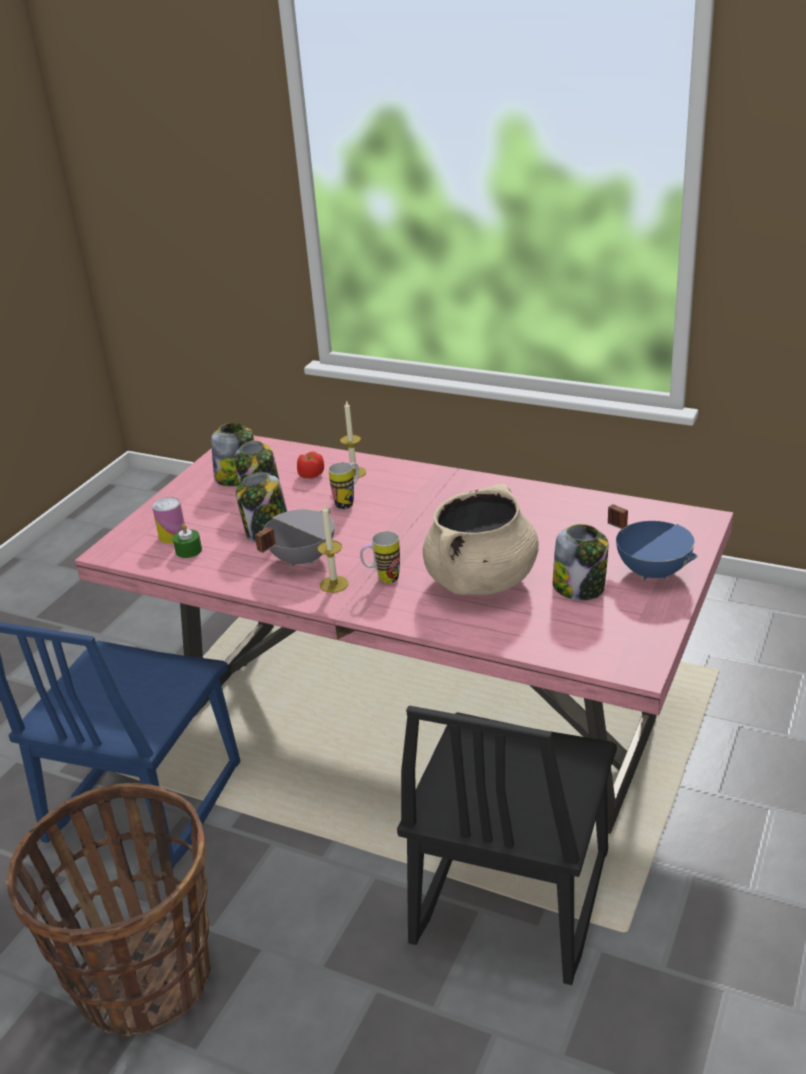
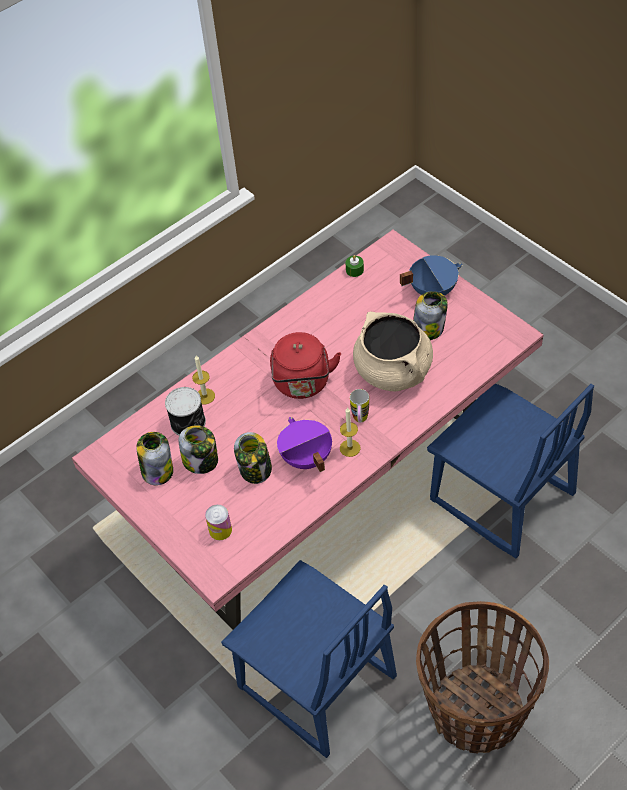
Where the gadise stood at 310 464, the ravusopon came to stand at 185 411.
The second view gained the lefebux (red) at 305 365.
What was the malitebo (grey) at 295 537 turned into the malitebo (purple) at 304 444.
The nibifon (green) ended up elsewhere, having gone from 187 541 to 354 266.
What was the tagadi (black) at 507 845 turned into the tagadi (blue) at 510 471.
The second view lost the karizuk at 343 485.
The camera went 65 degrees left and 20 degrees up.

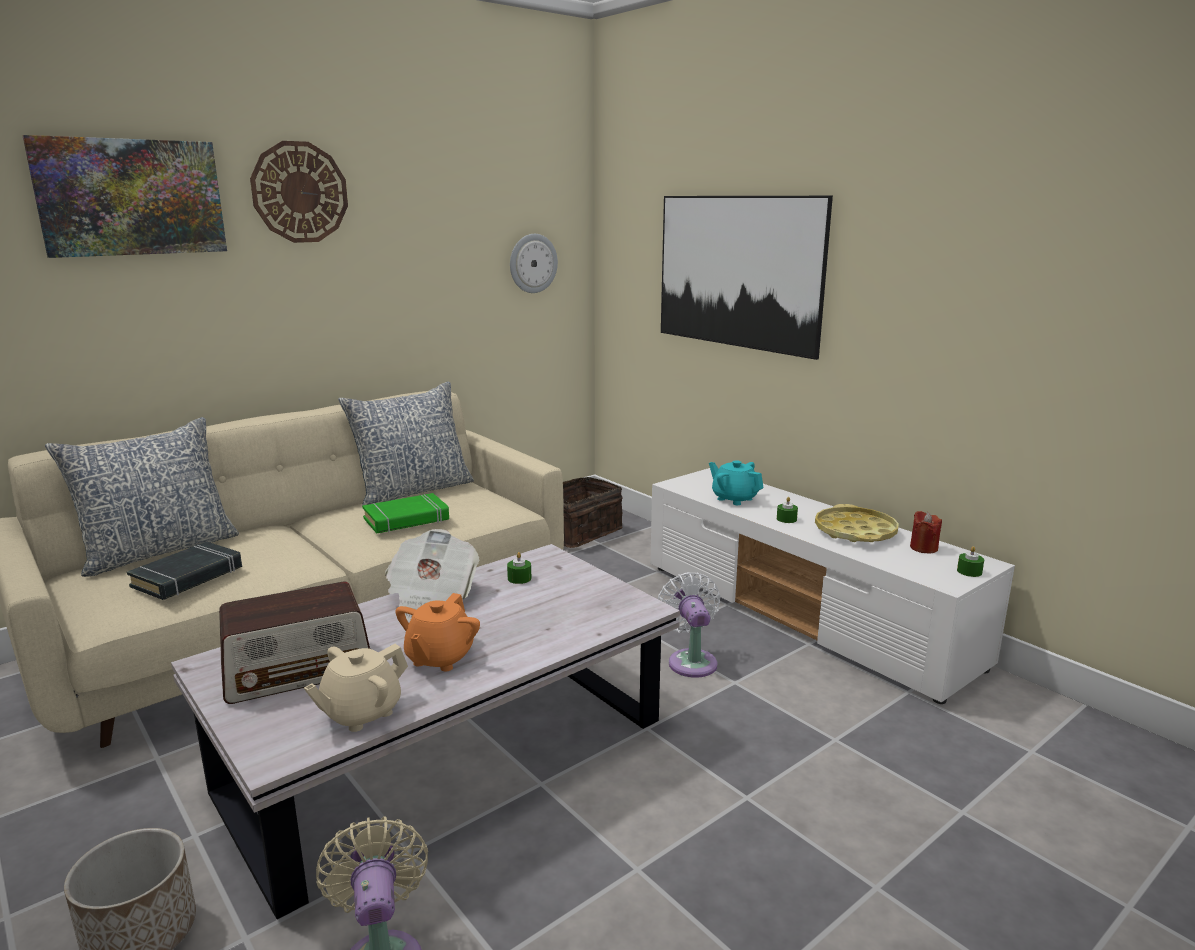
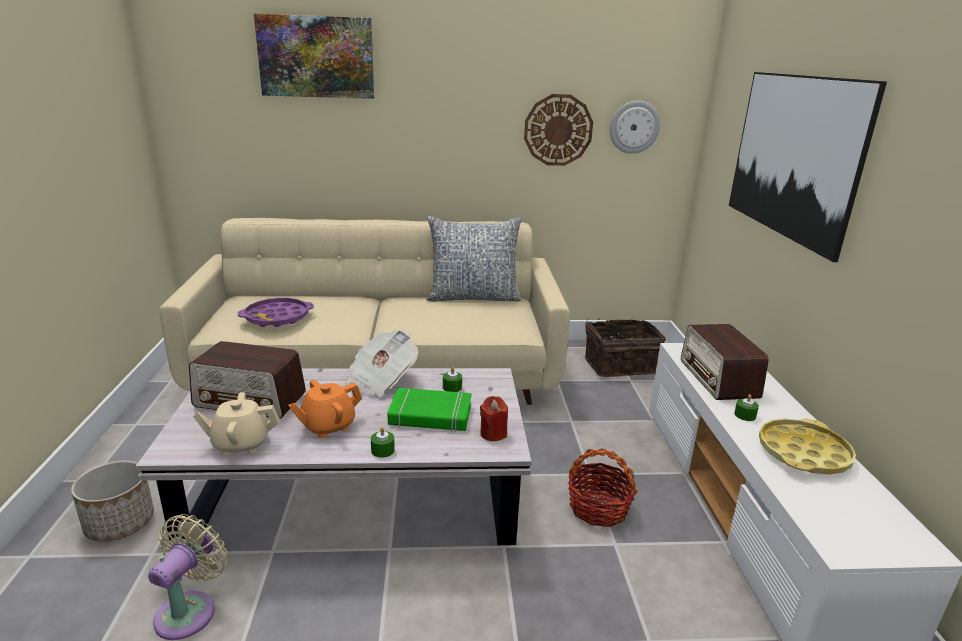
Where the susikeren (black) stood at 184 571, the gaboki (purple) came to stand at 275 312.
The nibifon (green) ended up elsewhere, having gone from 970 561 to 383 442.
The susikeren (green) ended up elsewhere, having gone from 405 513 to 429 410.
The nibifon (red) ended up elsewhere, having gone from 926 532 to 494 418.
The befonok ended up elsewhere, having gone from 299 192 to 558 130.
Where the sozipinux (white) stood at 689 625, the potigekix came to stand at 603 487.
Where the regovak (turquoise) stood at 736 482, the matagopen came to stand at 725 362.
The second view lost the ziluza at 142 497.
The camera went 35 degrees right and 5 degrees up.

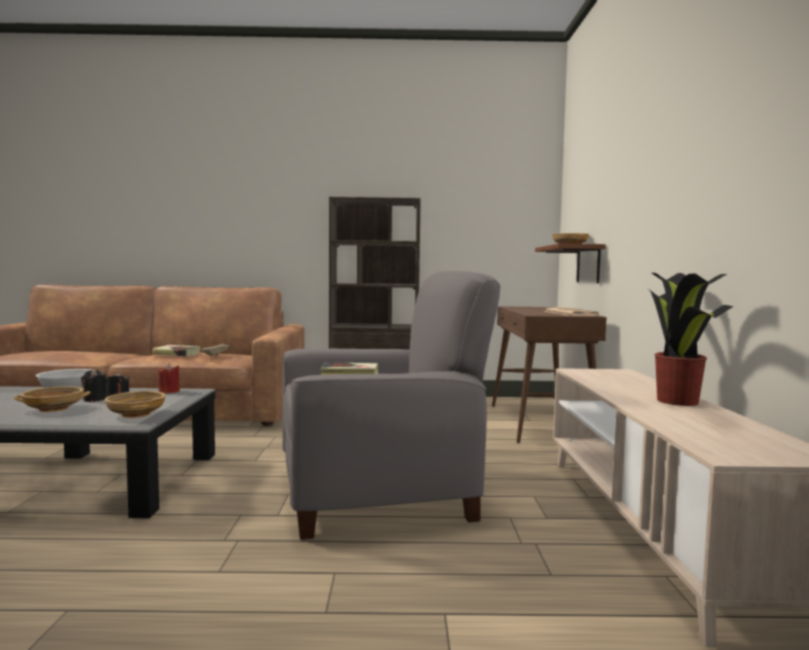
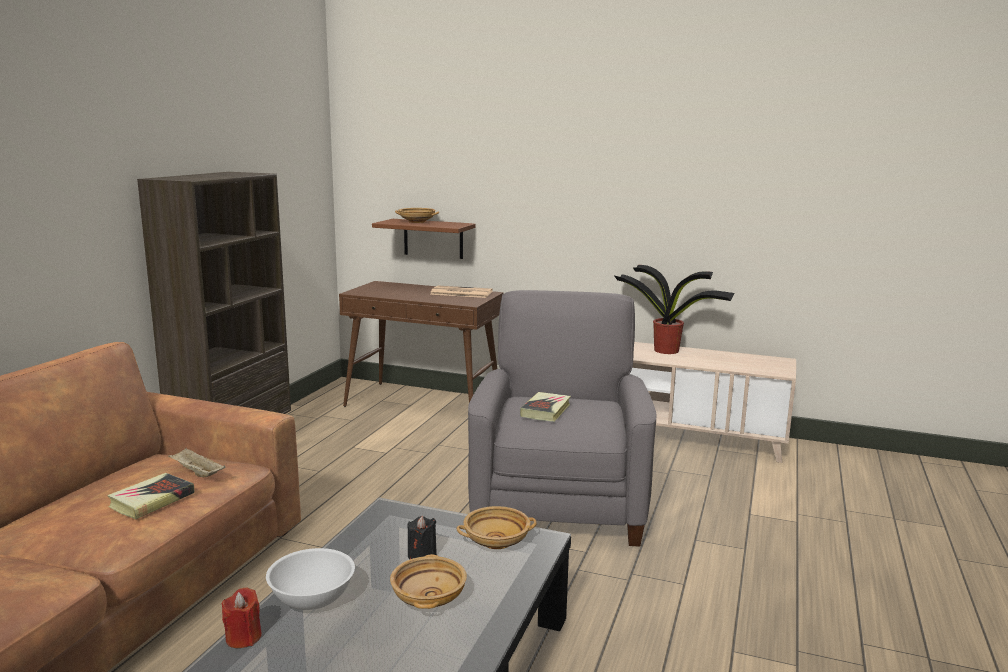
The nibifon (red) ended up elsewhere, having gone from 169 378 to 242 618.
The second view lost the nibifon (black) at 93 385.
The camera went 70 degrees left and 10 degrees up.

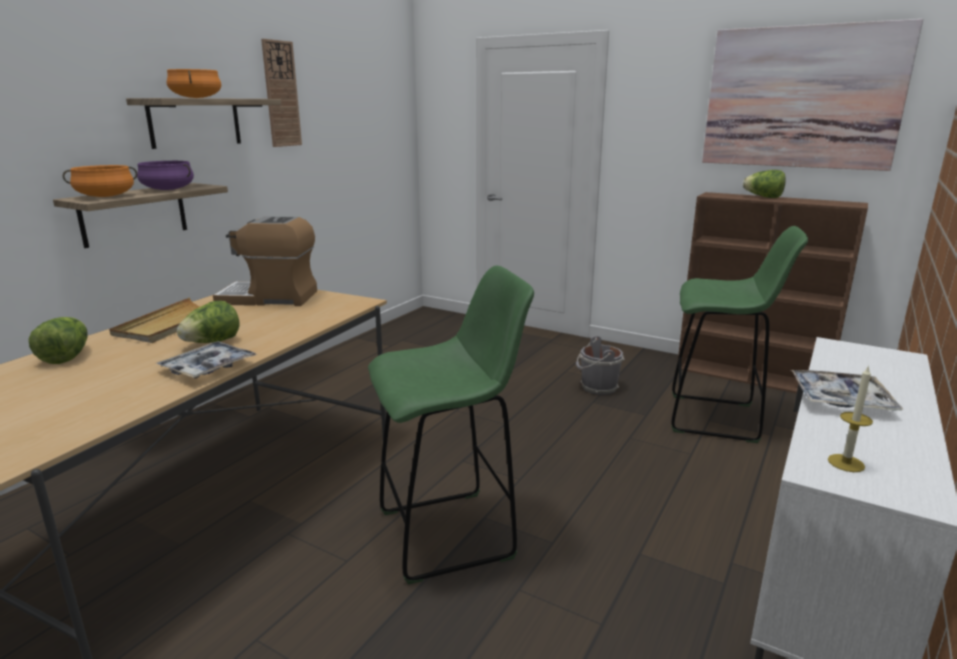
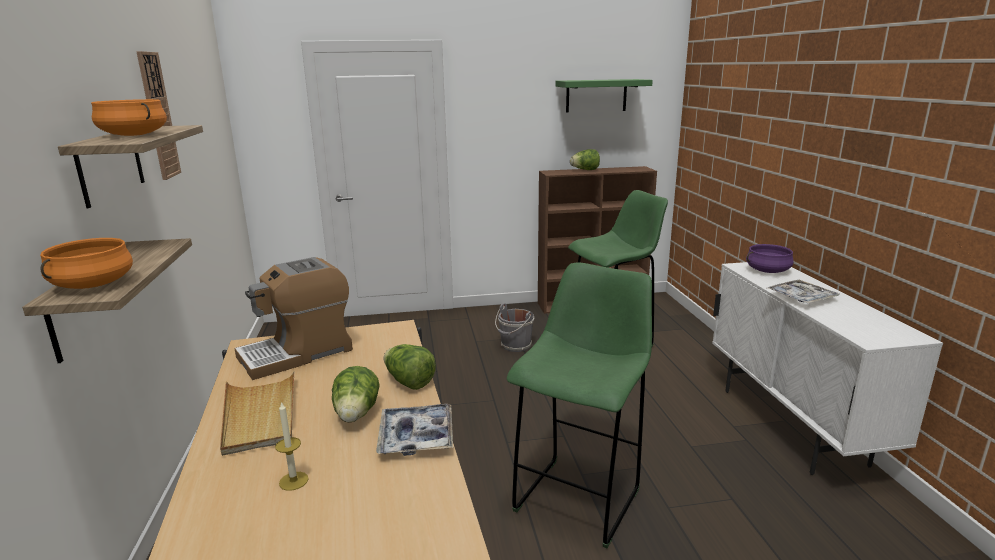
The nibifon ended up elsewhere, having gone from 850 418 to 291 446.
The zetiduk ended up elsewhere, having gone from 58 340 to 410 367.
Where the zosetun hung at 812 95, the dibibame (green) came to hang at 604 96.
The malitebo (purple) ended up elsewhere, having gone from 165 175 to 769 258.
The camera went 40 degrees left and 0 degrees up.

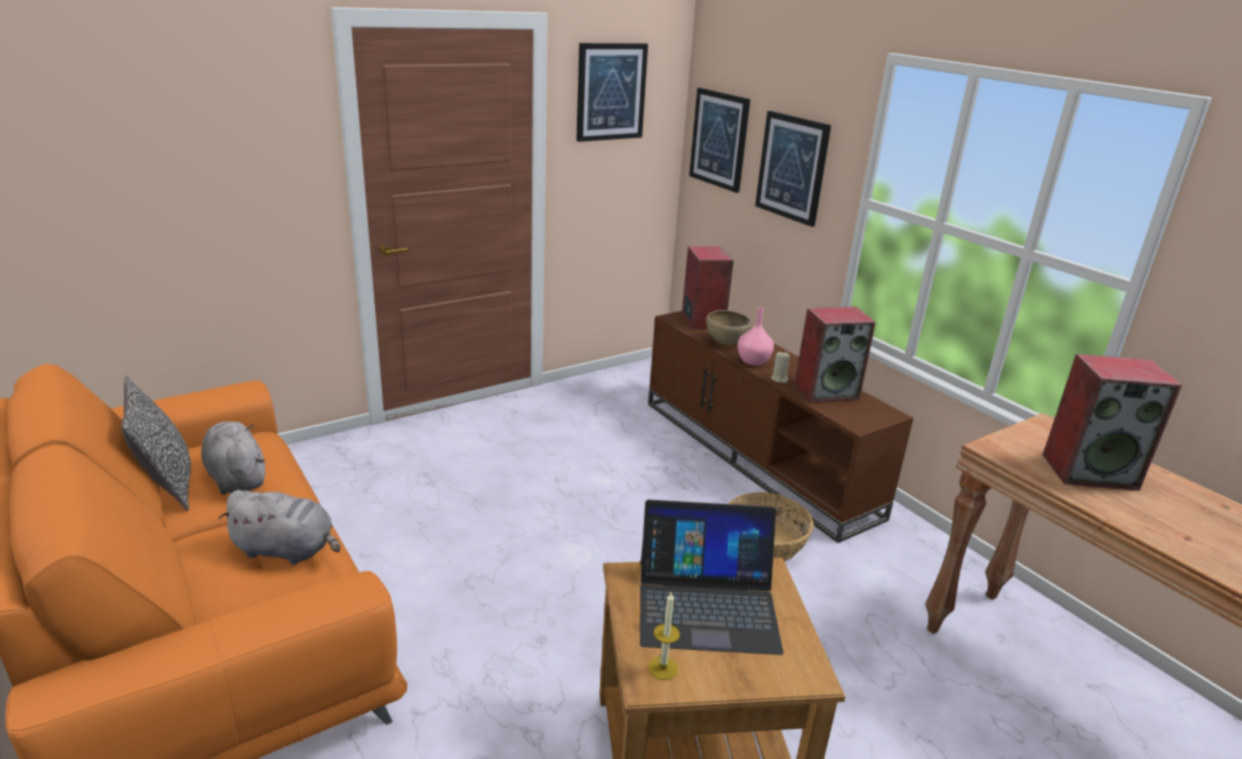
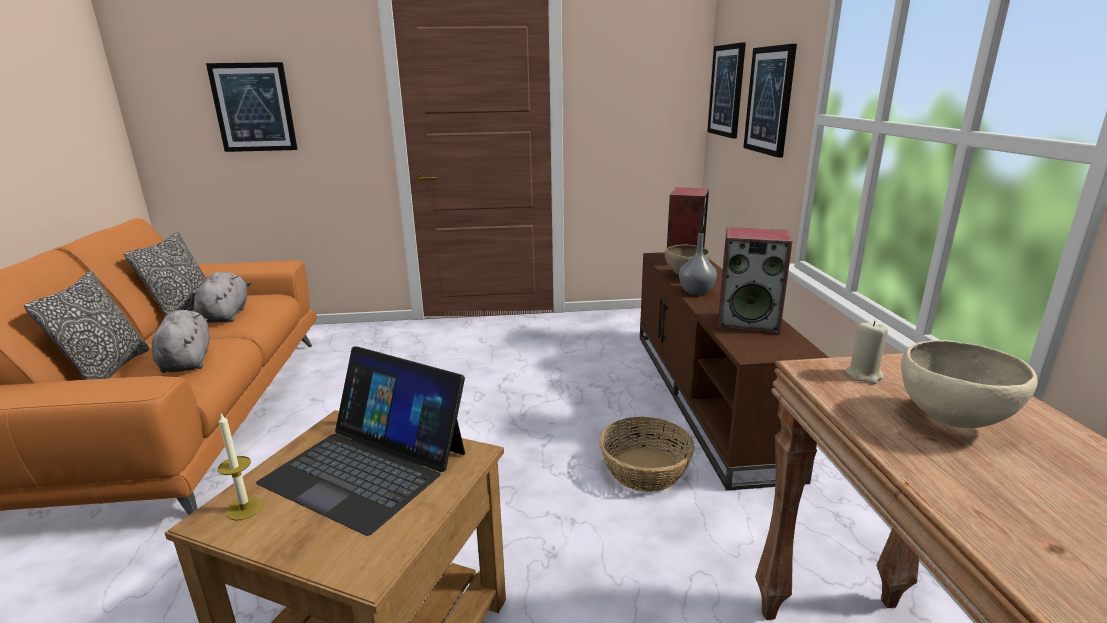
The second view gained the ziluza at 86 325.
The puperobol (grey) at 279 527 ended up facing another way, 150 degrees counterclockwise from before.
The zosetun ended up elsewhere, having gone from 612 92 to 252 107.
What was the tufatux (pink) at 756 336 turned into the tufatux (grey) at 698 264.
The nibifon (beige) ended up elsewhere, having gone from 780 367 to 867 352.
Where the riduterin stood at 1112 422, the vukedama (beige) came to stand at 969 384.
The camera went 30 degrees right and 5 degrees down.

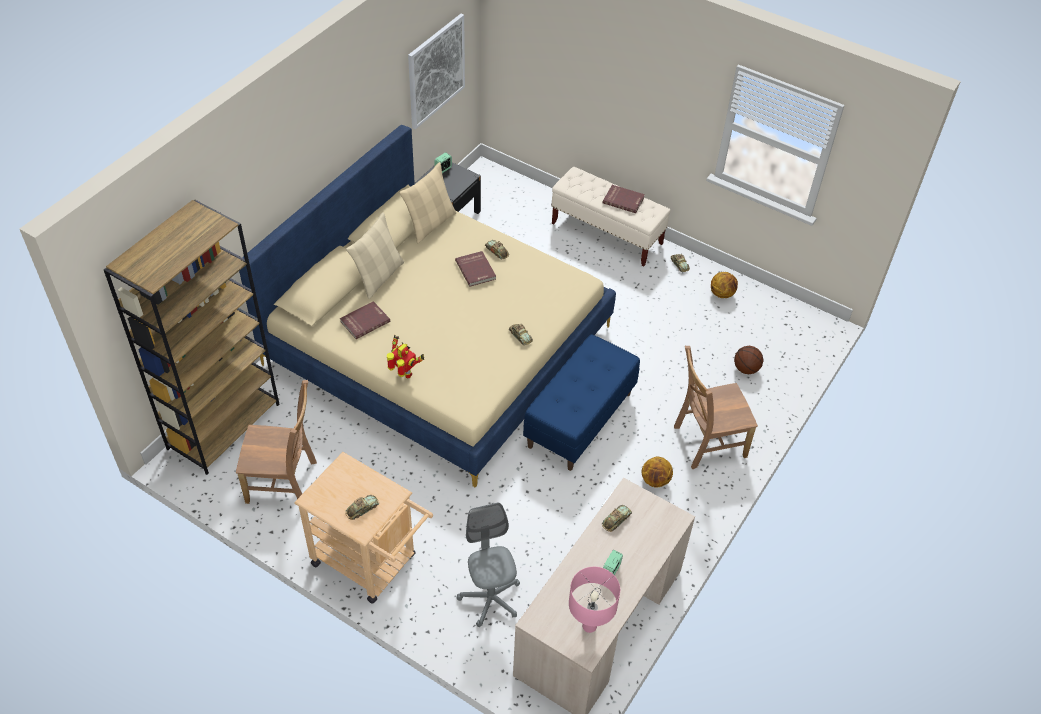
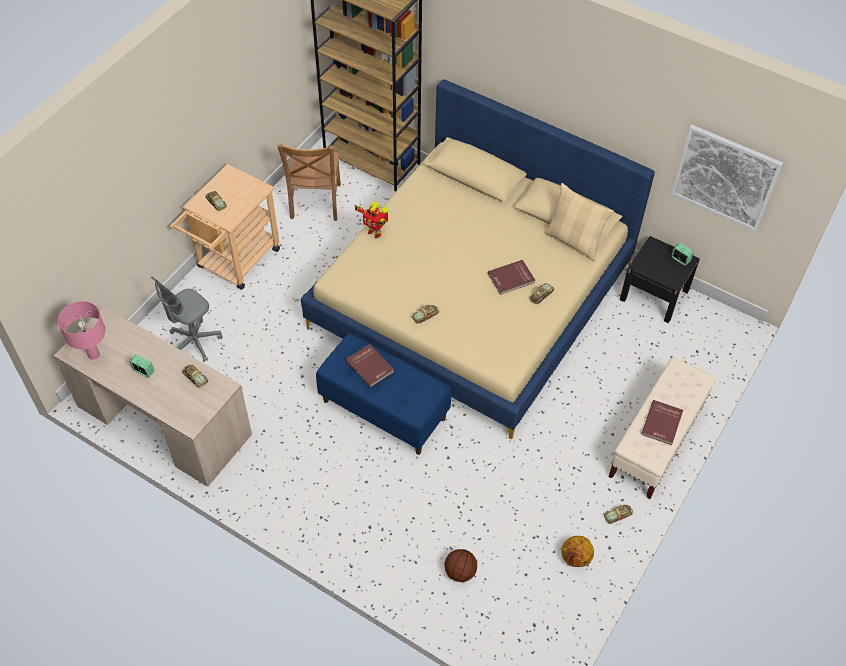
The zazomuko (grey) at 488 565 ended up facing another way, 150 degrees clockwise from before.
The susikeren (red) ended up elsewhere, having gone from 365 320 to 370 366.
The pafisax at 405 356 ended up facing another way, 90 degrees clockwise from before.
The second view lost the ziluza (beige) at 375 255.
The second view lost the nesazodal at 657 472.
The second view lost the tagadi (brown) at 716 407.
The camera went 90 degrees right and 5 degrees up.

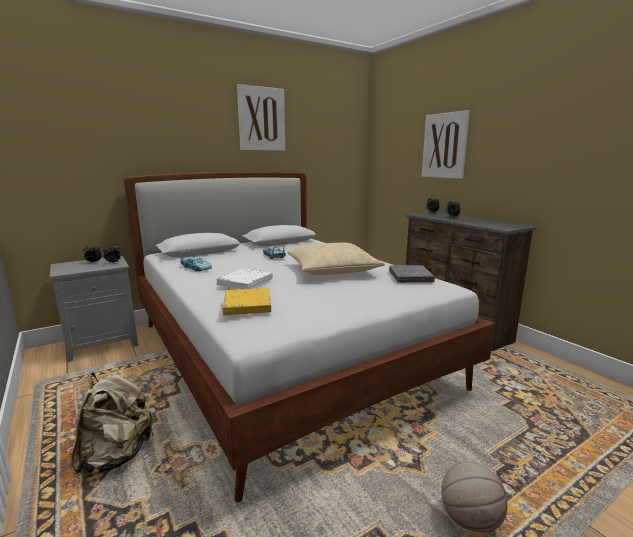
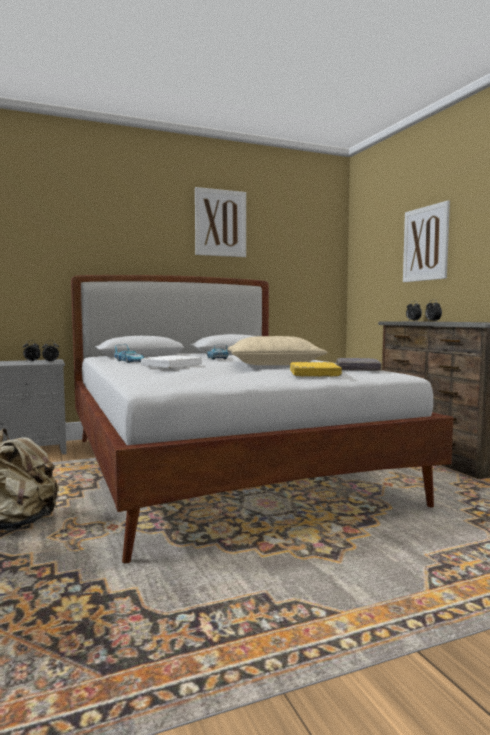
The susikeren (yellow) ended up elsewhere, having gone from 247 301 to 316 369.
The second view lost the nesazodal at 474 497.
The camera went 10 degrees right and 10 degrees down.

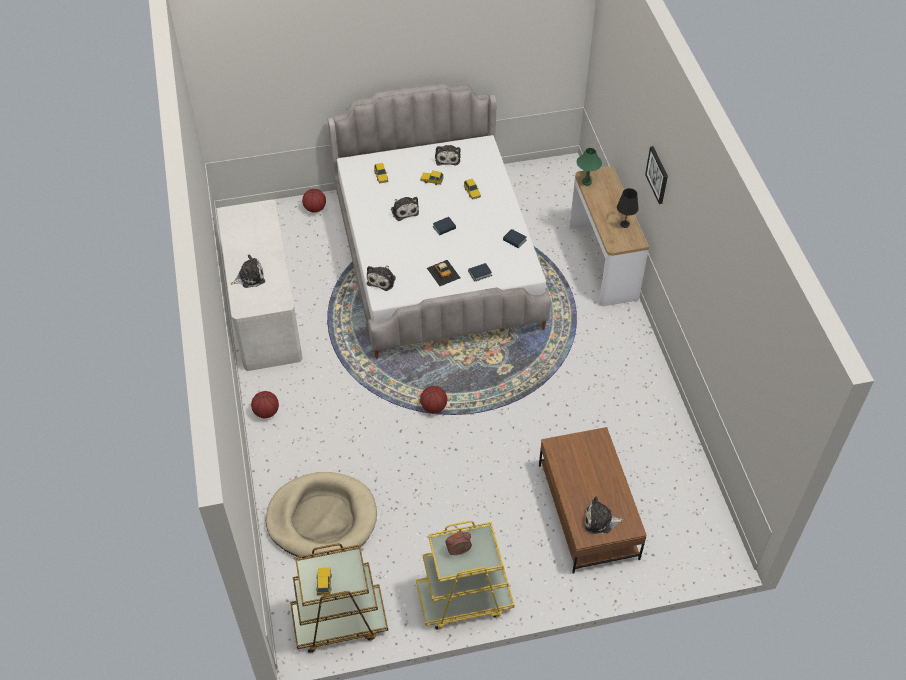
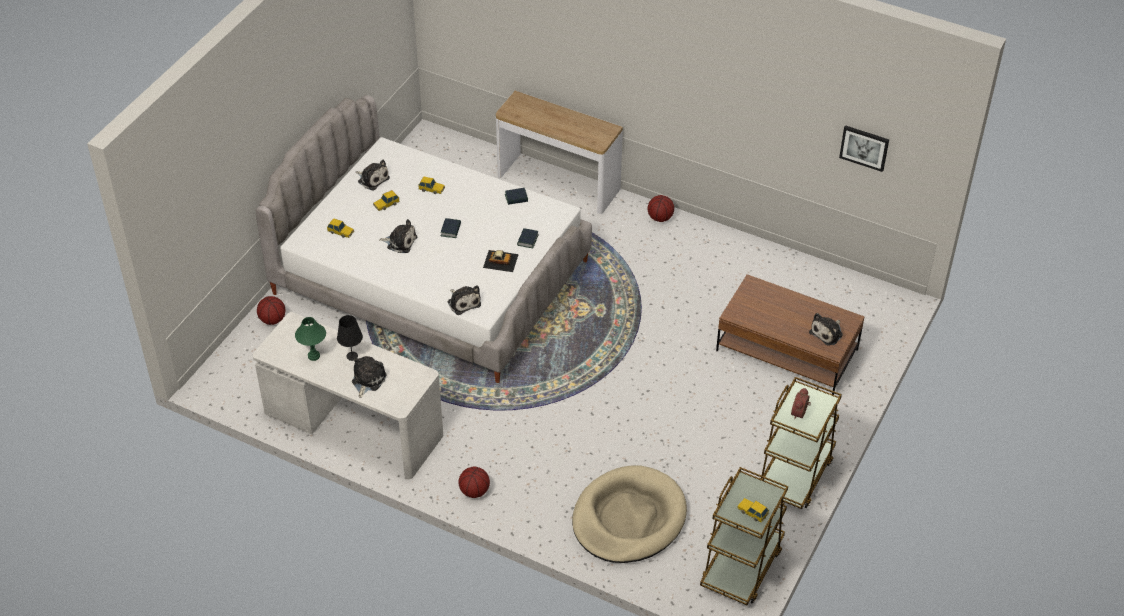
The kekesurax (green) ended up elsewhere, having gone from 589 167 to 310 339.
The kekesurax (black) ended up elsewhere, having gone from 628 208 to 350 338.
The nesazodal ended up elsewhere, having gone from 433 399 to 661 208.
What was the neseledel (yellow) at 465 575 turned into the neseledel (brown) at 801 443.
The zosetun ended up elsewhere, having gone from 656 175 to 864 148.
The camera went 50 degrees left and 5 degrees down.

